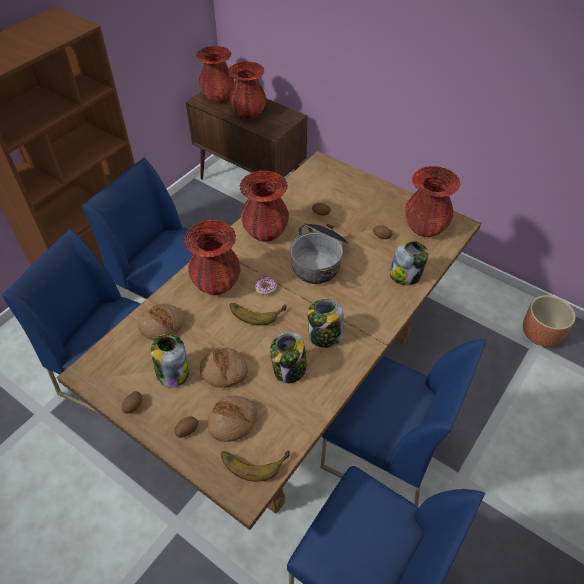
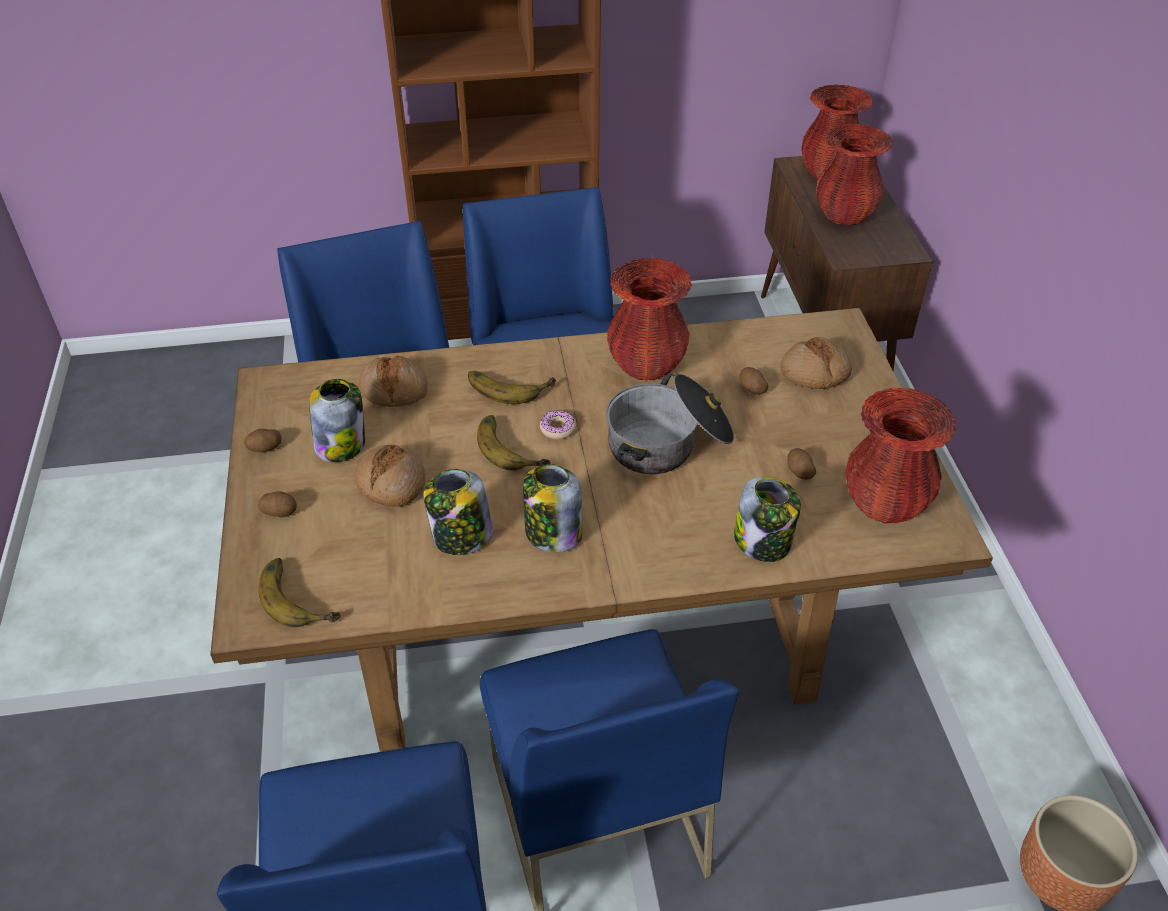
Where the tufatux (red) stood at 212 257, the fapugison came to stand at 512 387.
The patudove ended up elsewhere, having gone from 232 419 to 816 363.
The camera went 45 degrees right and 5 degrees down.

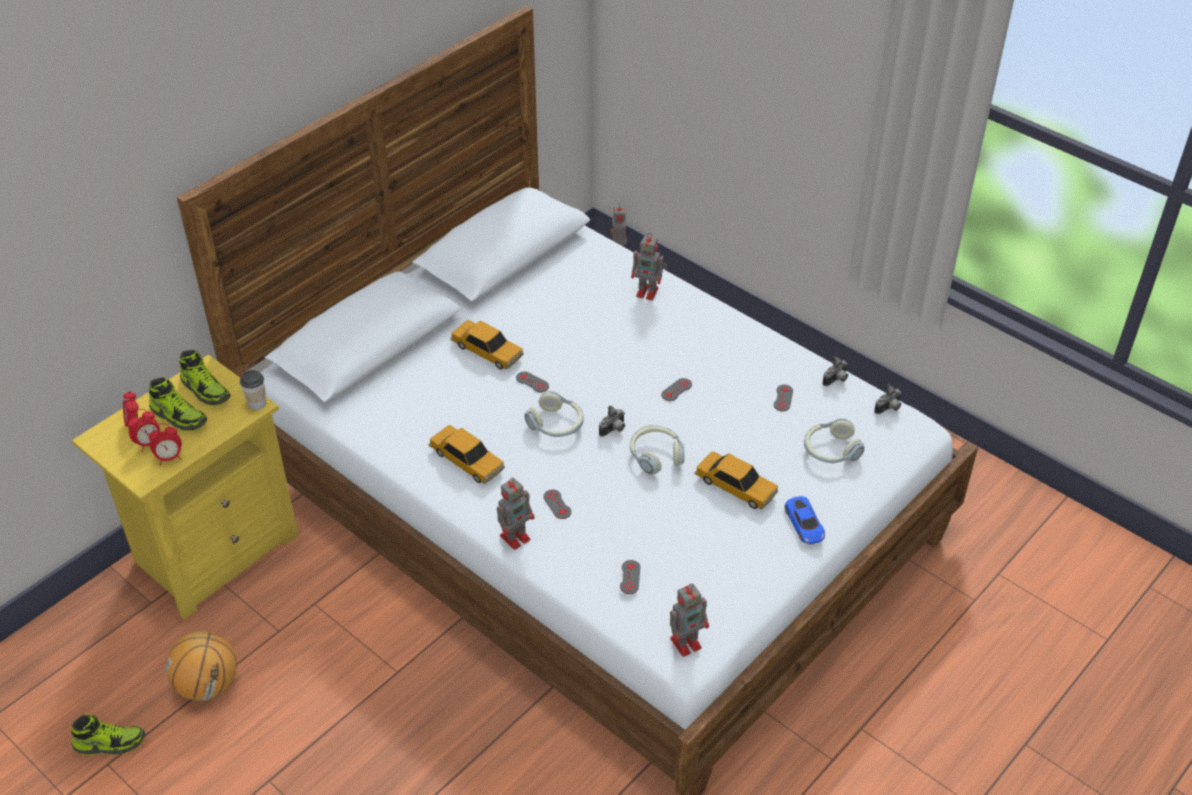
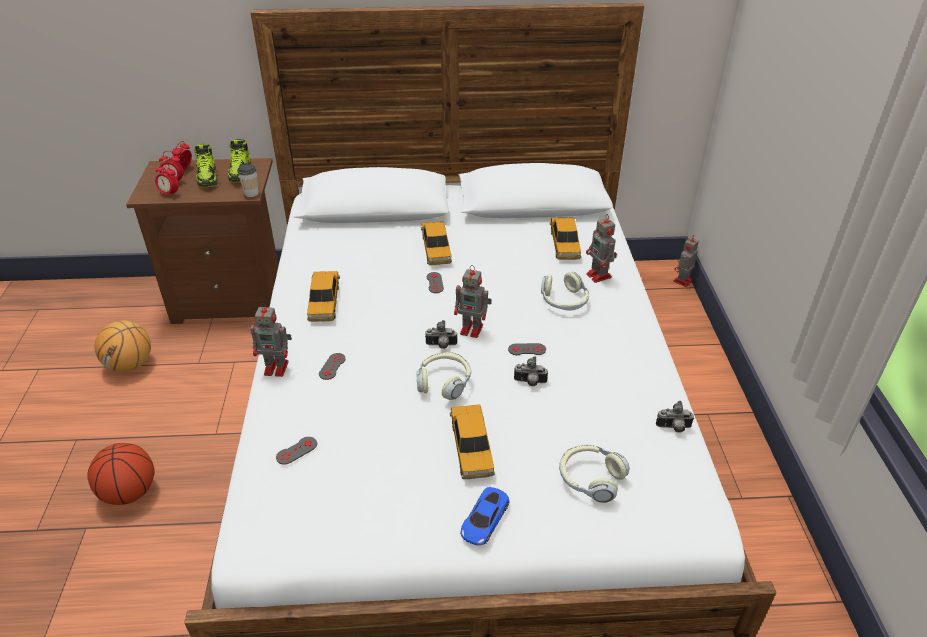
The second view gained the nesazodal at 121 474.
What was the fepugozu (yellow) at 185 487 turned into the fepugozu (brown) at 202 241.
The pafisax ended up elsewhere, having gone from 689 620 to 473 301.
The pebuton ended up elsewhere, having gone from 887 399 to 531 371.
The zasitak ended up elsewhere, having gone from 554 414 to 565 291.
The second view gained the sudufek at 565 238.
The second view lost the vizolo at 108 734.
The second view lost the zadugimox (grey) at 783 398.
The camera went 45 degrees right and 5 degrees down.

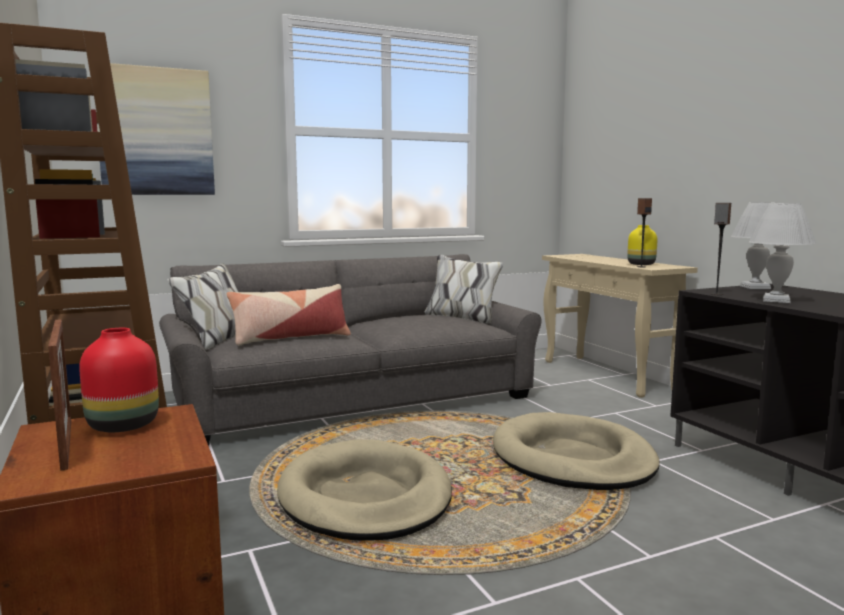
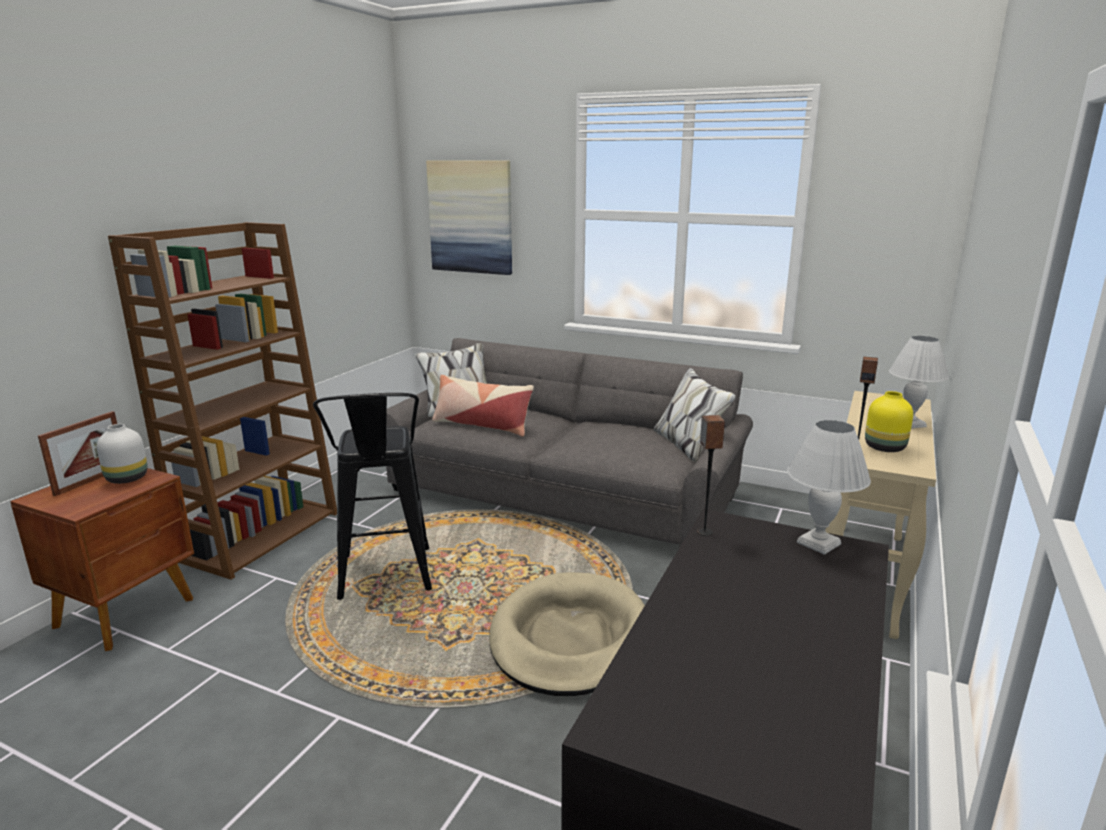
What was the tufatux (red) at 119 380 turned into the tufatux (white) at 122 454.
Where the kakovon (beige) stood at 364 490, the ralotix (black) came to stand at 372 496.
The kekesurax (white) ended up elsewhere, having gone from 782 253 to 919 382.
The camera went 50 degrees right and 10 degrees up.

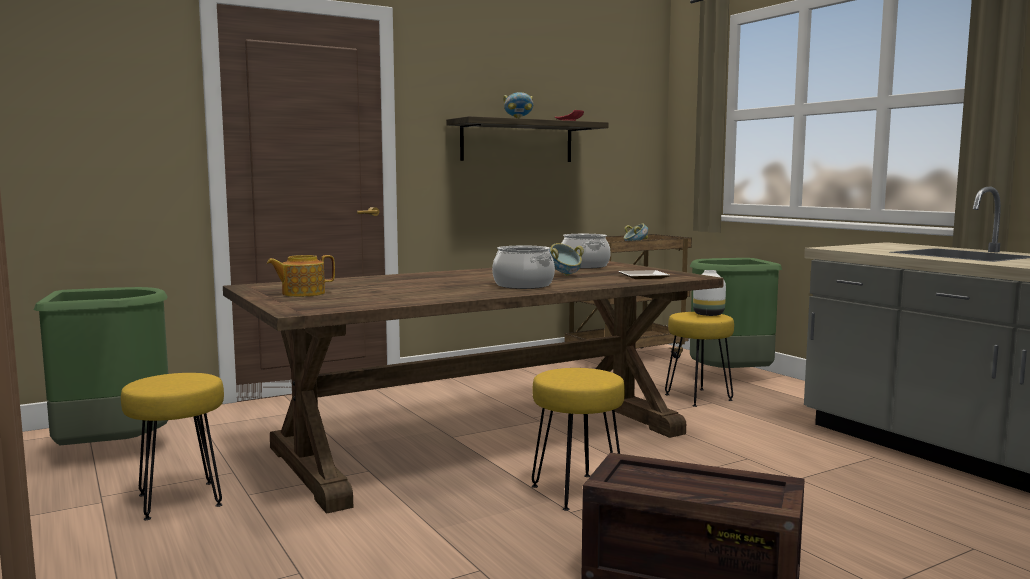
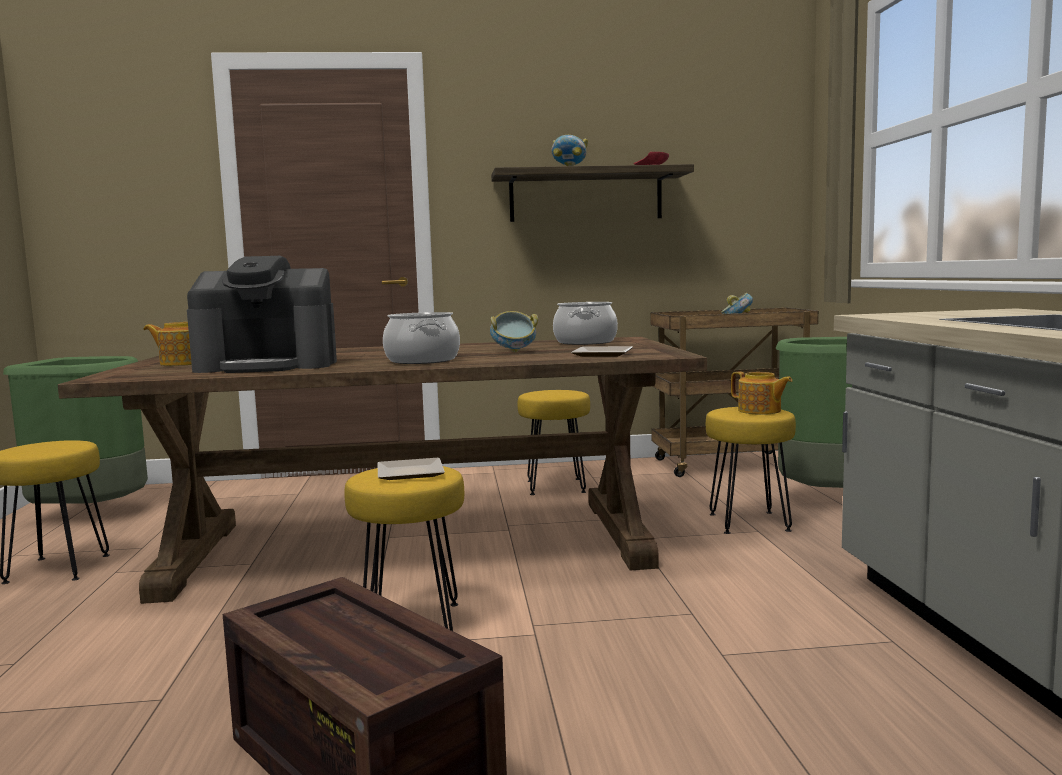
The second view gained the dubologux at 262 314.
The second view gained the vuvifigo at 411 469.
The second view gained the ralotix (yellow) at 554 442.
Where the tufatux (white) stood at 709 293, the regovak came to stand at 761 393.
The camera went 25 degrees right and 0 degrees up.

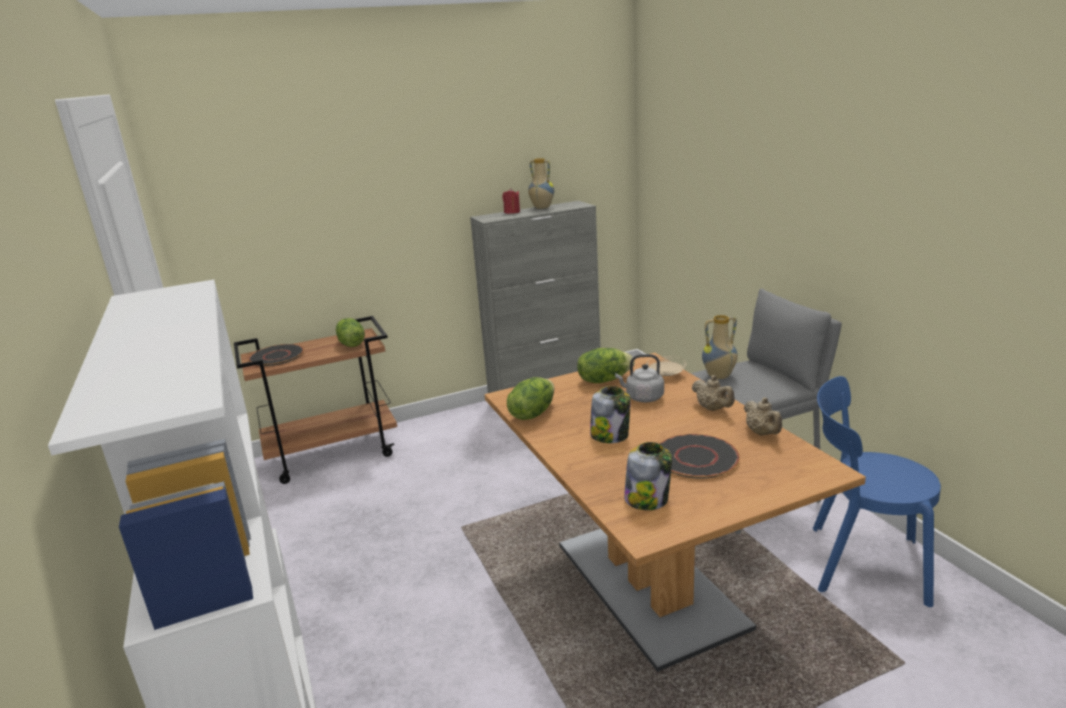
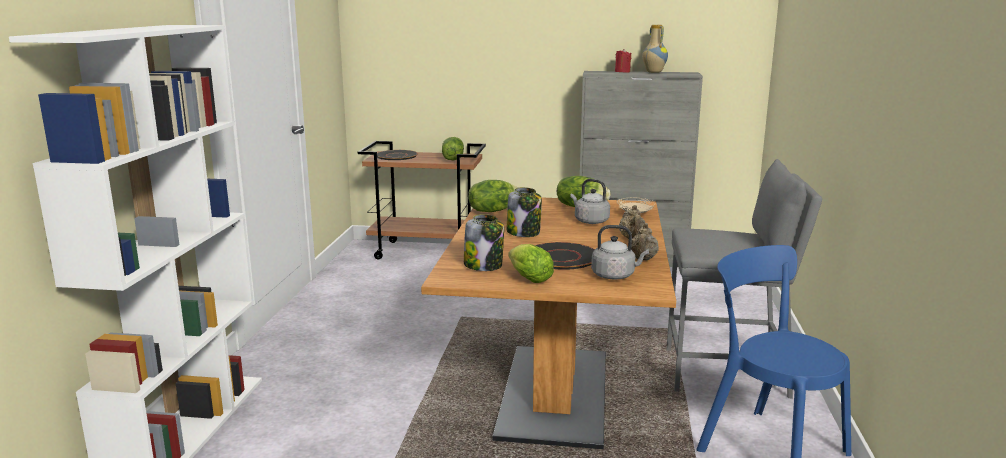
The second view gained the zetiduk at 531 263.
The second view gained the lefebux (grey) at 620 252.
The second view lost the tufatux at 720 347.
The camera went 30 degrees right and 5 degrees down.

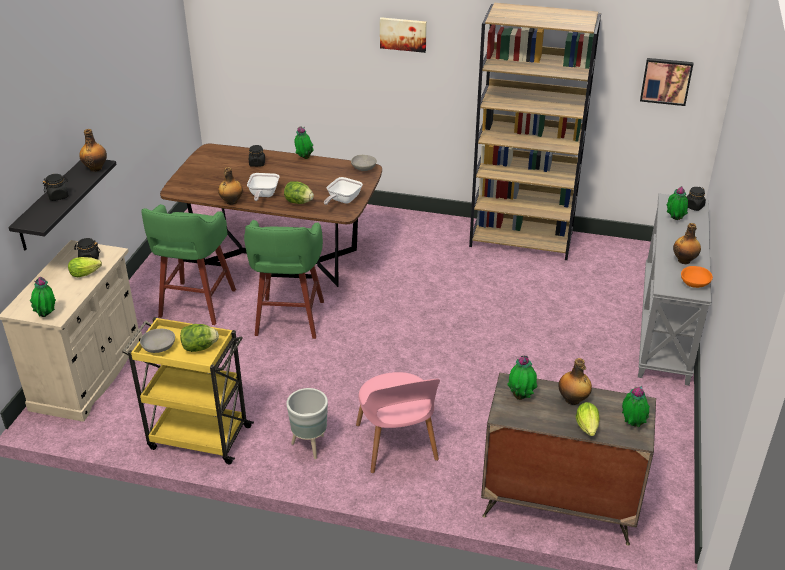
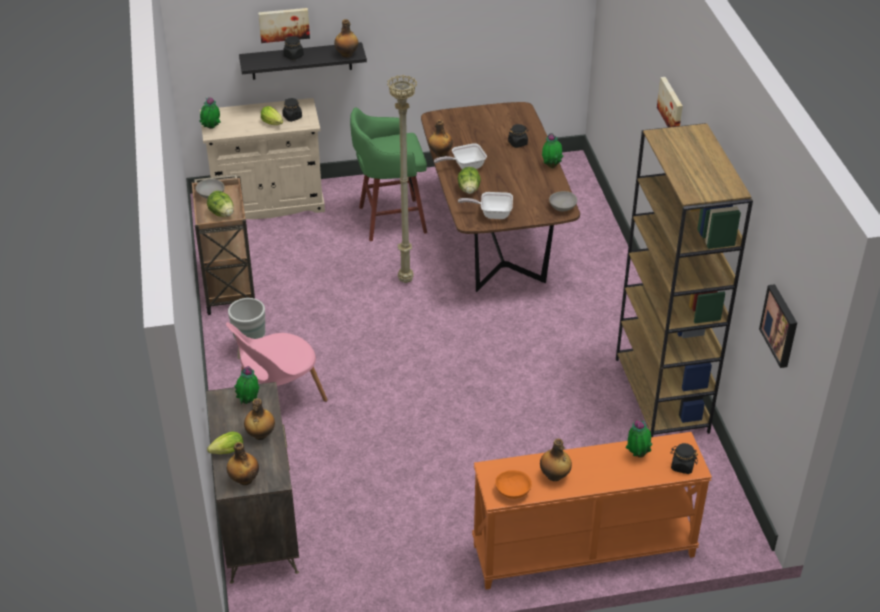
What was the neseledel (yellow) at 188 390 turned into the neseledel (brown) at 223 245.
Where the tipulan stood at 636 406, the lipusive came to stand at 243 463.
The second view gained the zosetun at 284 25.
Where the ralotix (green) stood at 284 279, the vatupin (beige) came to stand at 402 179.
What was the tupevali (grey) at 674 290 turned into the tupevali (orange) at 592 510.
The camera went 65 degrees right and 5 degrees up.

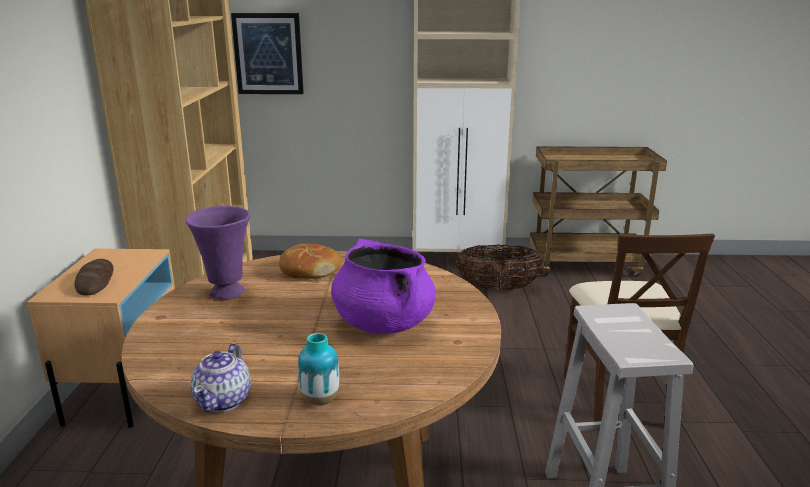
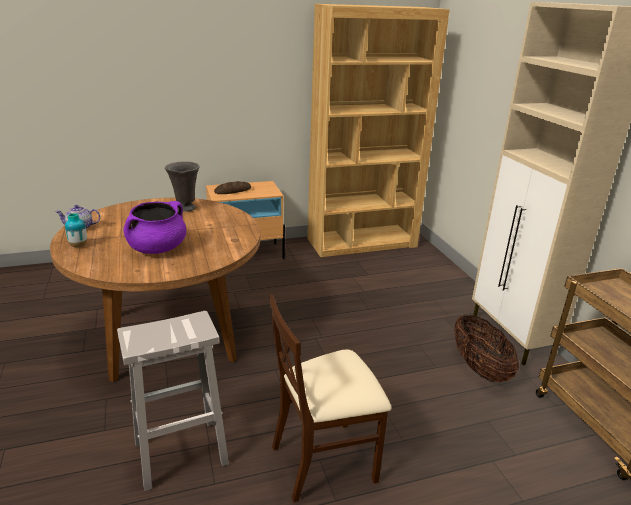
What was the tufatux (purple) at 218 253 turned into the tufatux (grey) at 182 186.
The second view lost the zosetun at 267 53.
The second view lost the patudove at 310 261.
The camera went 70 degrees right and 5 degrees up.

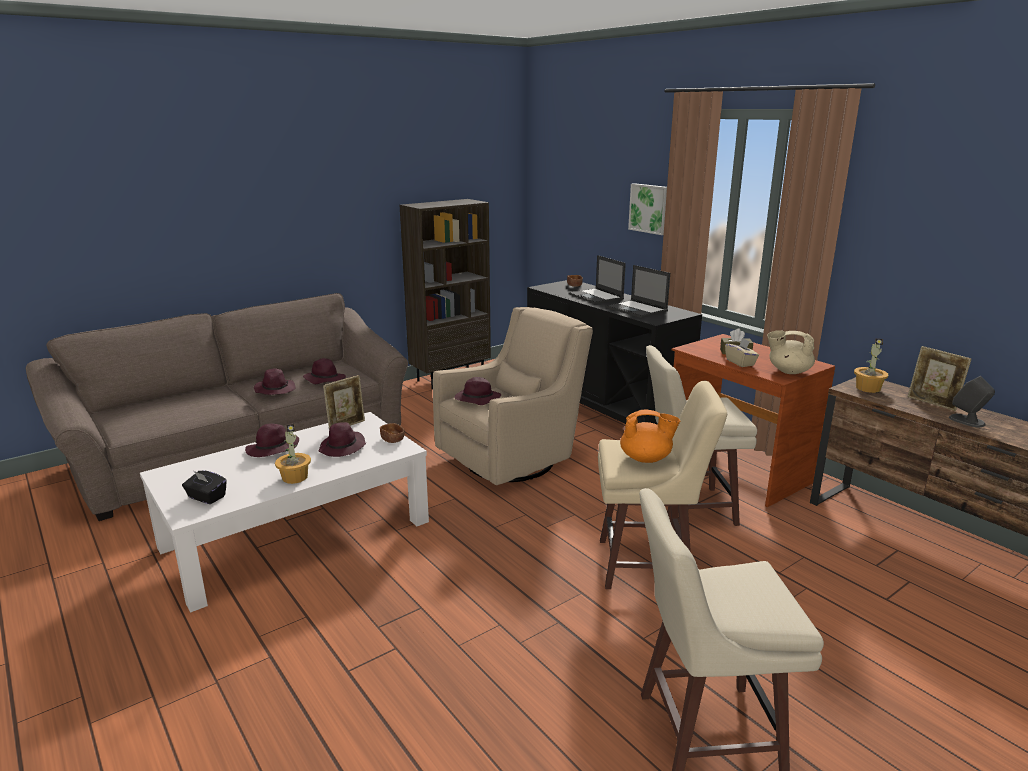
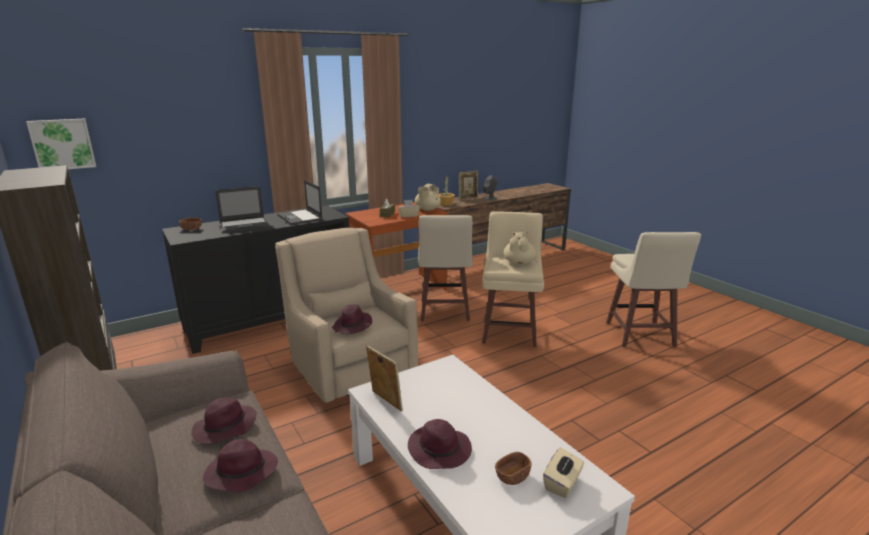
The zosetun ended up elsewhere, having gone from 647 209 to 61 143.
The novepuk at 638 291 ended up facing another way, 90 degrees clockwise from before.
The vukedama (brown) ended up elsewhere, having gone from 392 433 to 513 468.
What was the regovak (orange) at 650 436 turned into the regovak (beige) at 520 248.
What was the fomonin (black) at 204 487 turned into the fomonin (beige) at 563 472.
The second view lost the tipulan at 293 454.
The second view lost the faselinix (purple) at 342 439.
The camera went 85 degrees left and 0 degrees up.

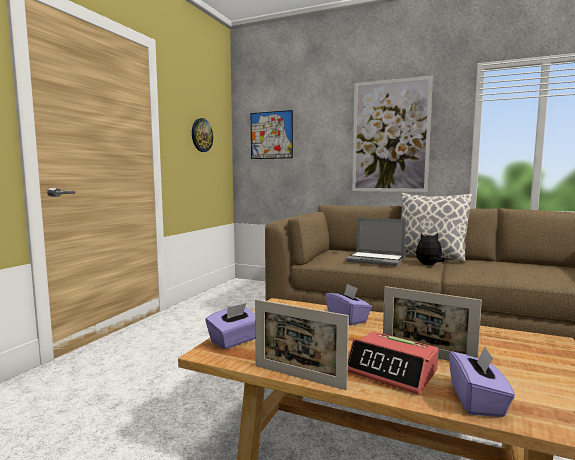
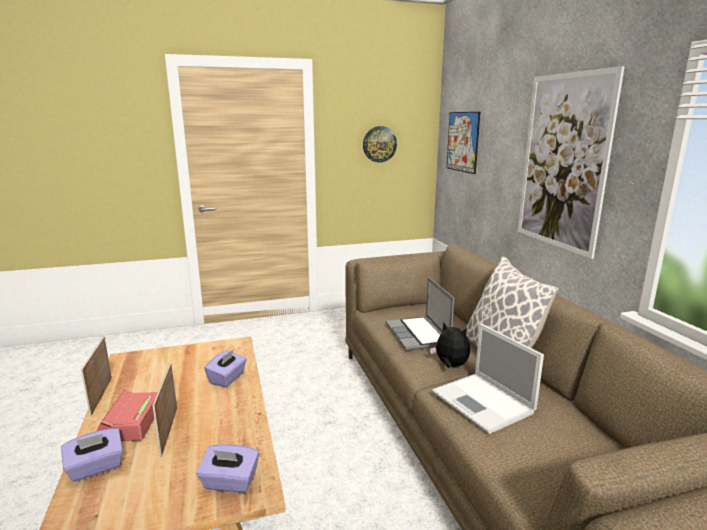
The fomonin (purple) ended up elsewhere, having gone from 230 326 to 227 468.
The second view gained the novepuk at 488 379.
The camera went 50 degrees right and 10 degrees up.

